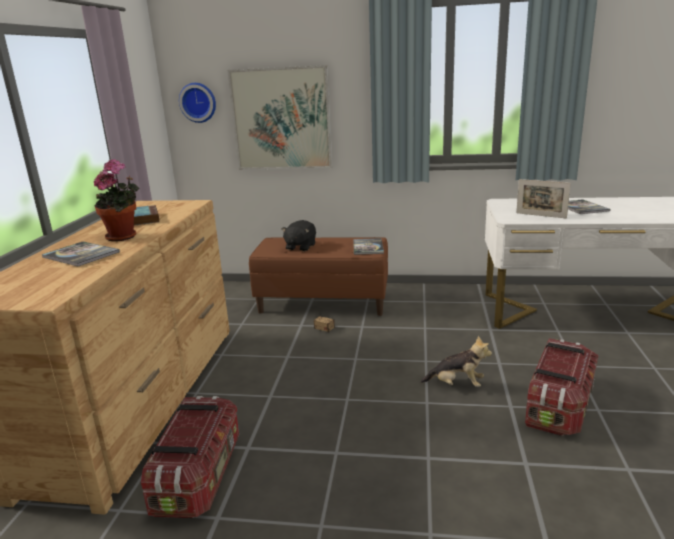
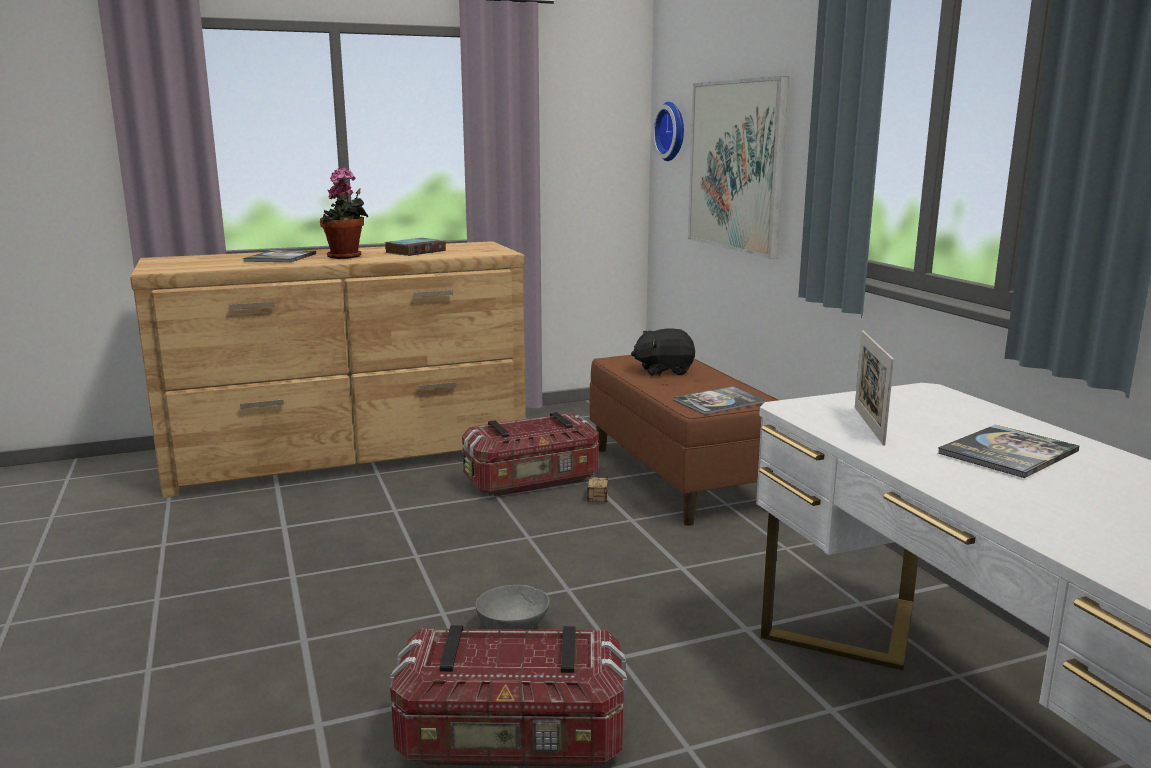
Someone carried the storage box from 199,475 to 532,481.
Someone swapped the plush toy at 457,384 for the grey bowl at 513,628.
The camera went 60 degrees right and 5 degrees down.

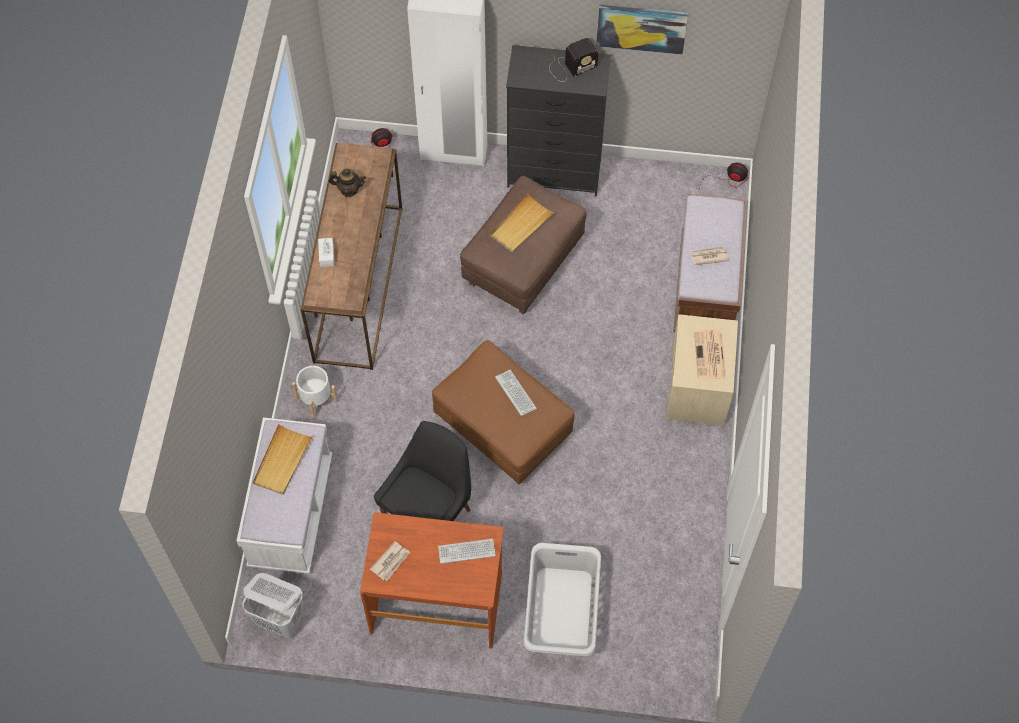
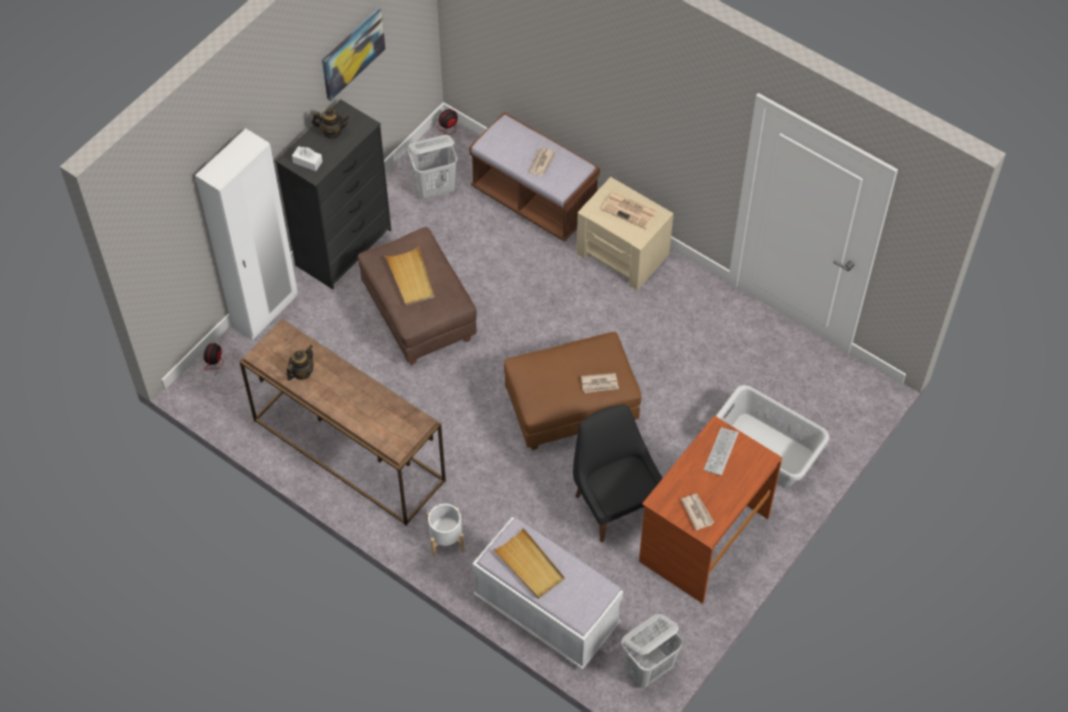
Someone carried the white tissue box from 326,255 to 307,162.
Someone swapped the radio at 571,67 for the teapot at 332,132.
Someone put down the white laundry basket at 435,188.
Someone put down the newspaper at 600,384.
Someone took away the keyboard at 515,393.
The camera went 60 degrees left and 5 degrees down.

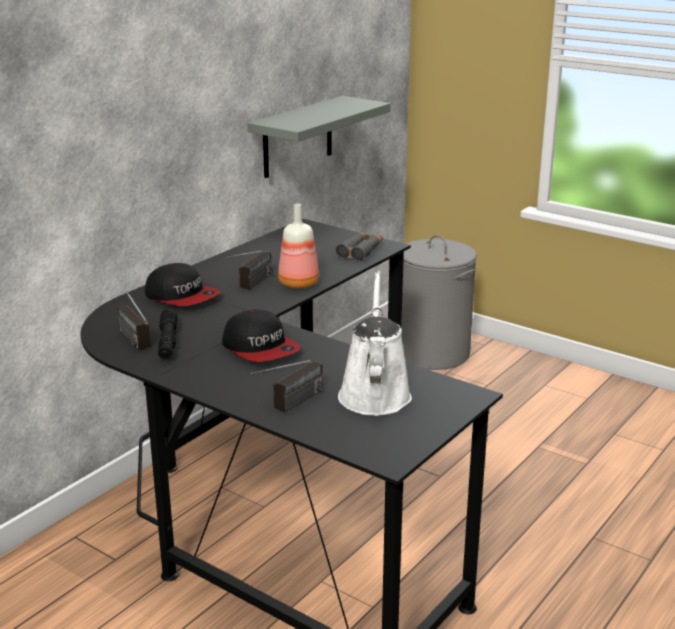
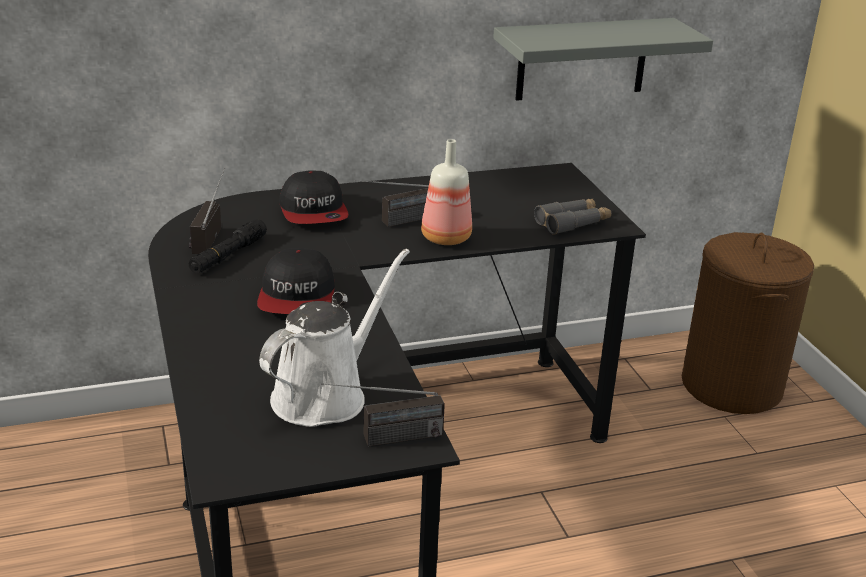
Someone carried the radio from 289,406 to 383,440.
Someone repainted the grey laundry basket at 432,353, which became the brown laundry basket at 731,385.
The camera went 35 degrees right and 5 degrees up.

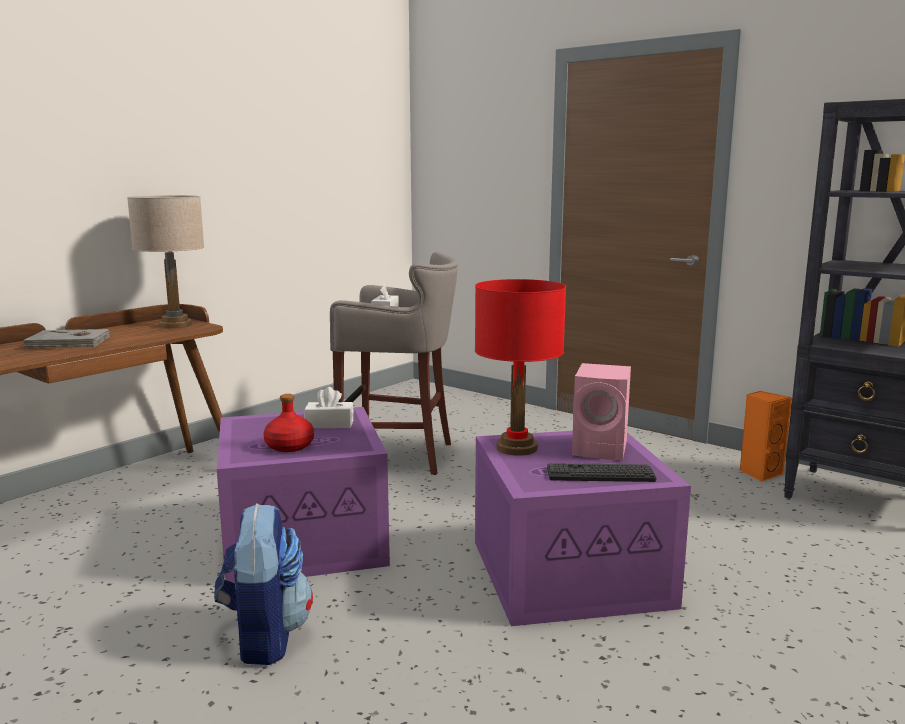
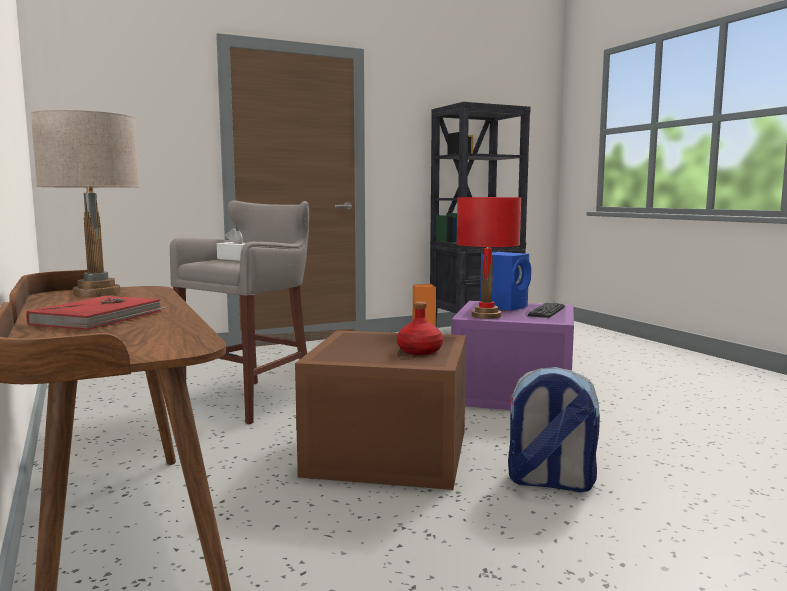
Someone repainted the grey book at 68,343, which became the red book at 100,318.
Someone repainted the purple storage box at 306,538, which became the brown storage box at 386,451.
Someone repainted the pink speaker at 602,449, which became the blue speaker at 505,306.
Someone took away the white tissue box at 329,424.
The camera went 65 degrees left and 5 degrees down.

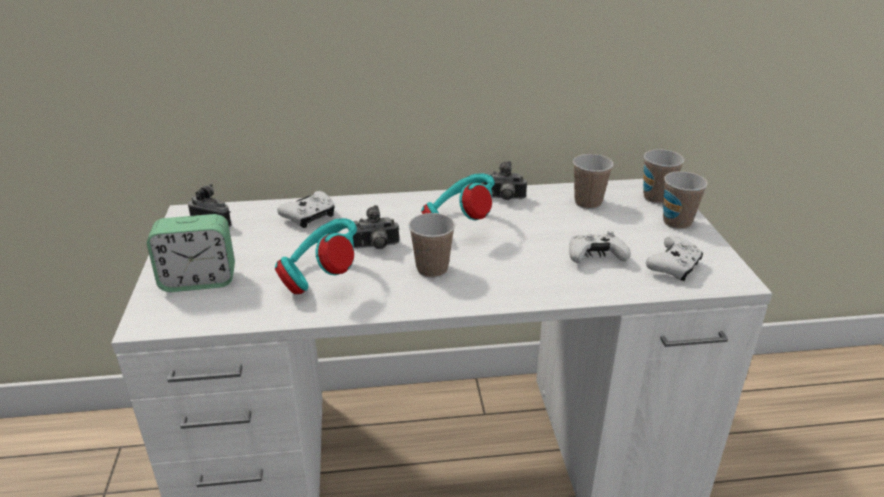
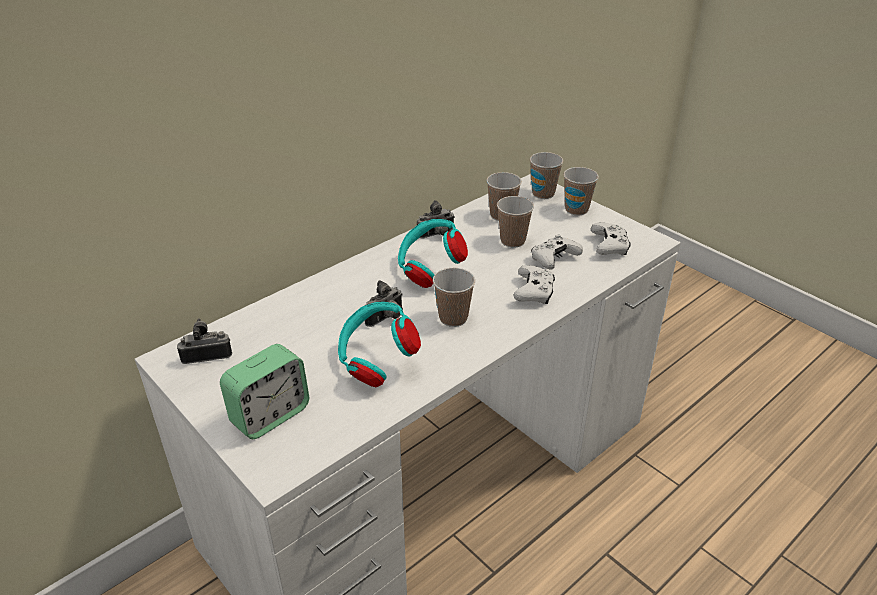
Someone put down the cup at 512,241.
Someone carried the white game controller from 310,217 to 534,292.
The camera went 35 degrees left and 5 degrees up.

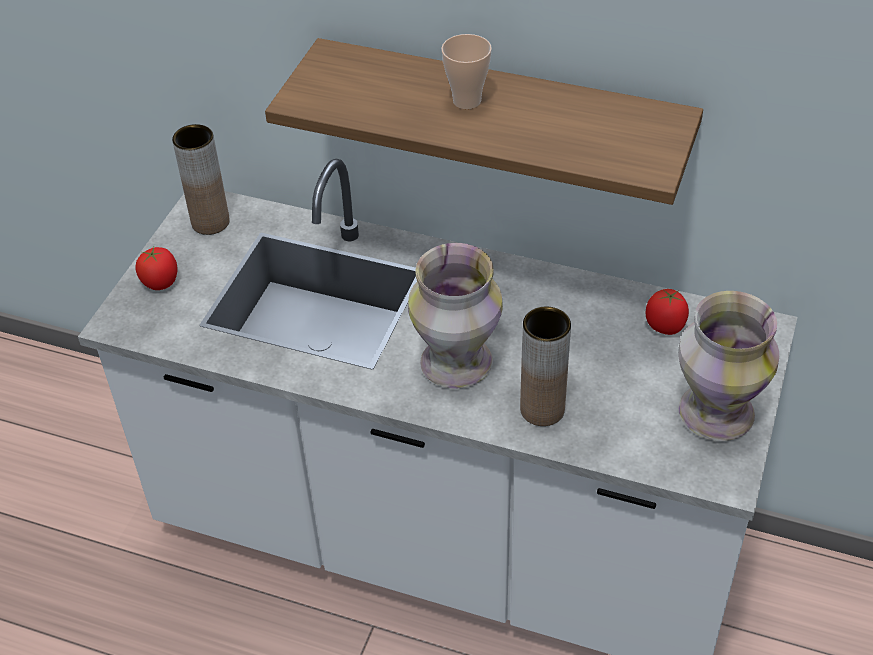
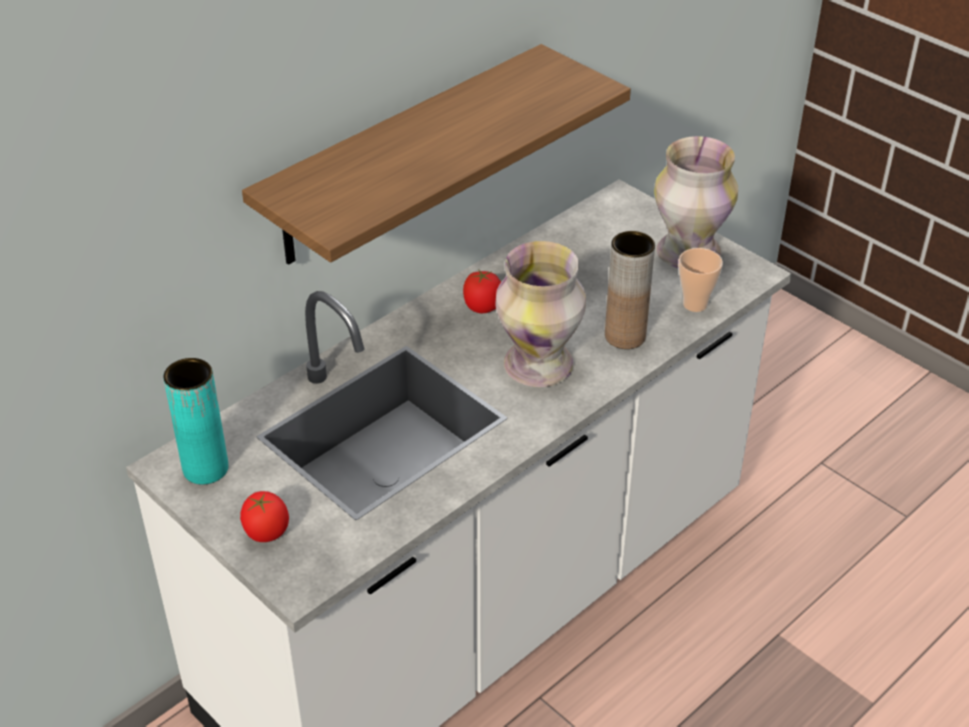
Someone repainted the brown vase at 210,222, which became the turquoise vase at 205,468.
Someone carried the tomato from 665,326 to 483,307.
Someone carried the cup from 467,101 to 695,304.
The camera went 65 degrees left and 5 degrees down.

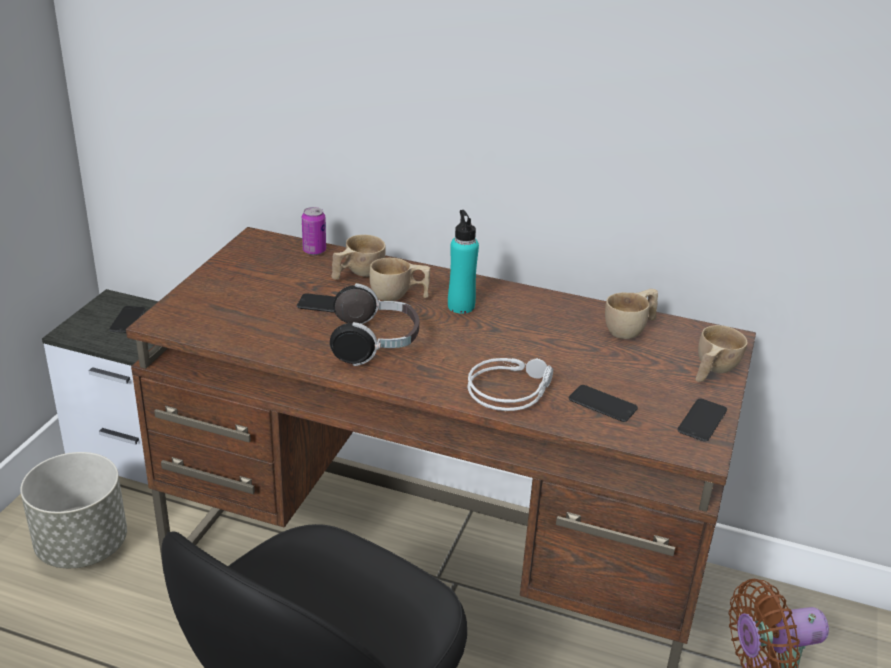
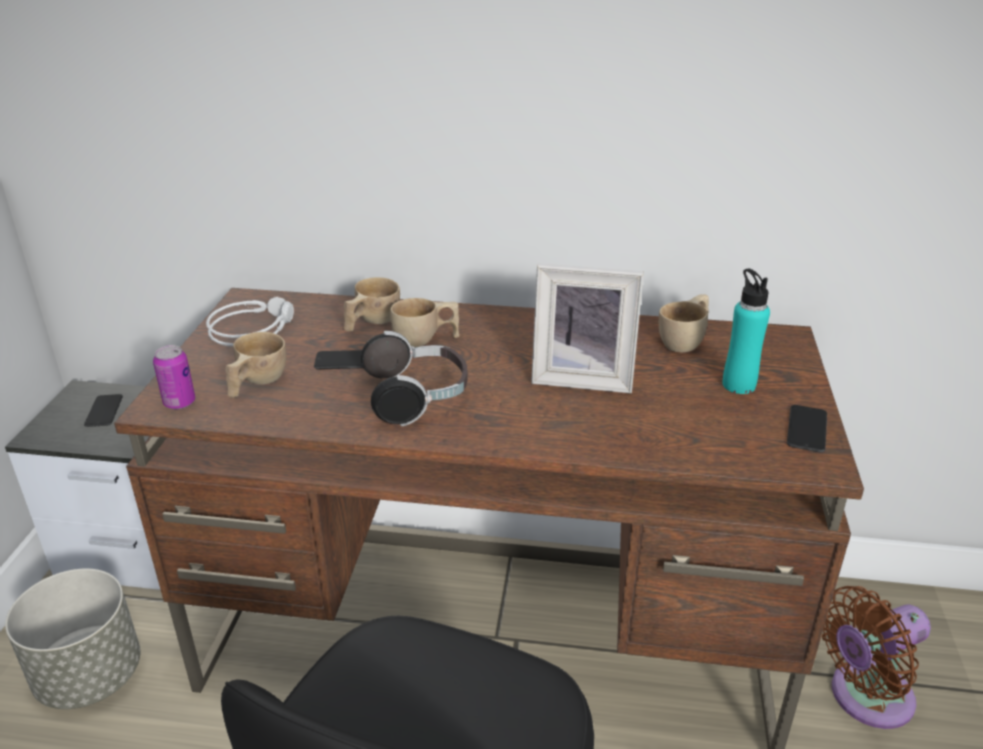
Someone carried the can from 314,251 to 179,402.
Someone carried the grey headphones from 510,389 to 252,328.
Someone carried the beige cup from 712,371 to 256,383.
Someone put down the picture frame at 583,377.
Someone carried the turquoise bottle from 461,306 to 738,384.
Someone took away the phone at 602,404.
The camera went 10 degrees left and 0 degrees up.

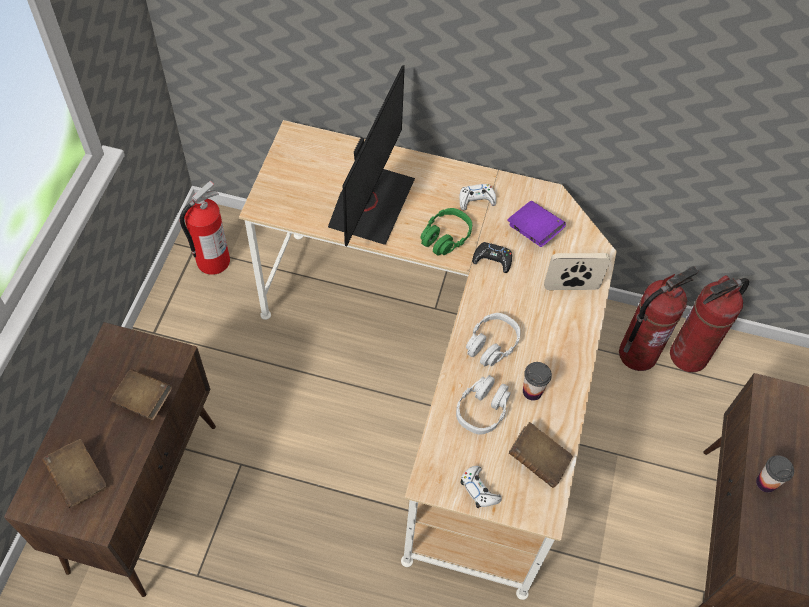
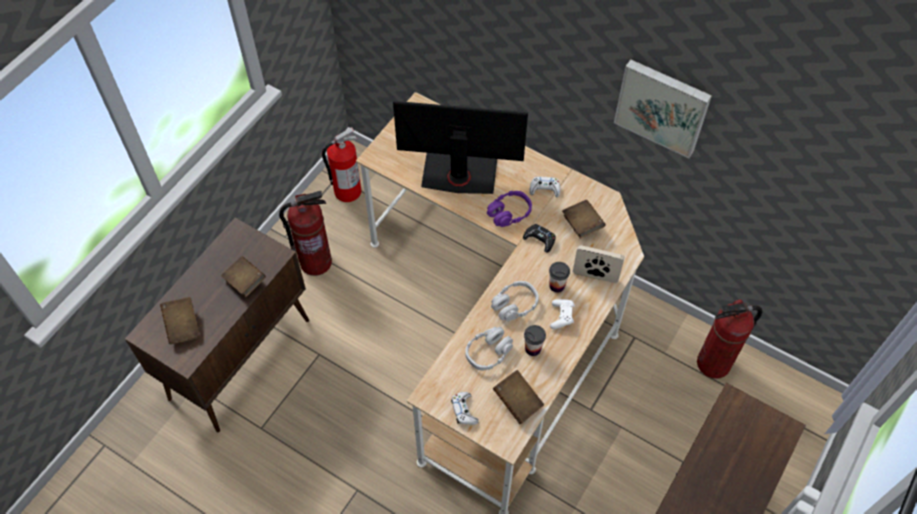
Someone carried the fire extinguisher from 637,354 to 315,262.
Someone rotated the monitor at 370,203 by 120 degrees counterclockwise.
Someone repainted the green headphones at 445,237, which became the purple headphones at 509,213.
Someone carried the cup from 766,483 to 557,286.
Someone put down the white game controller at 562,316.
Someone repainted the purple book at 534,231, which became the brown book at 582,225.
Someone put up the picture at 662,106.
The camera went 20 degrees right and 0 degrees up.

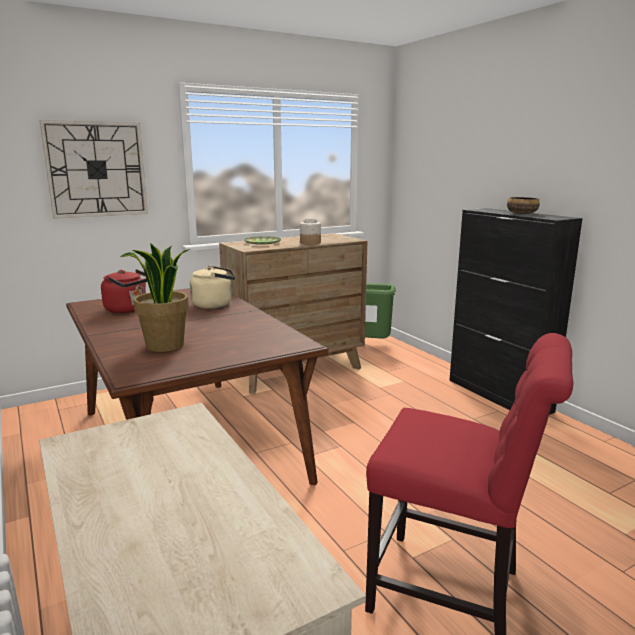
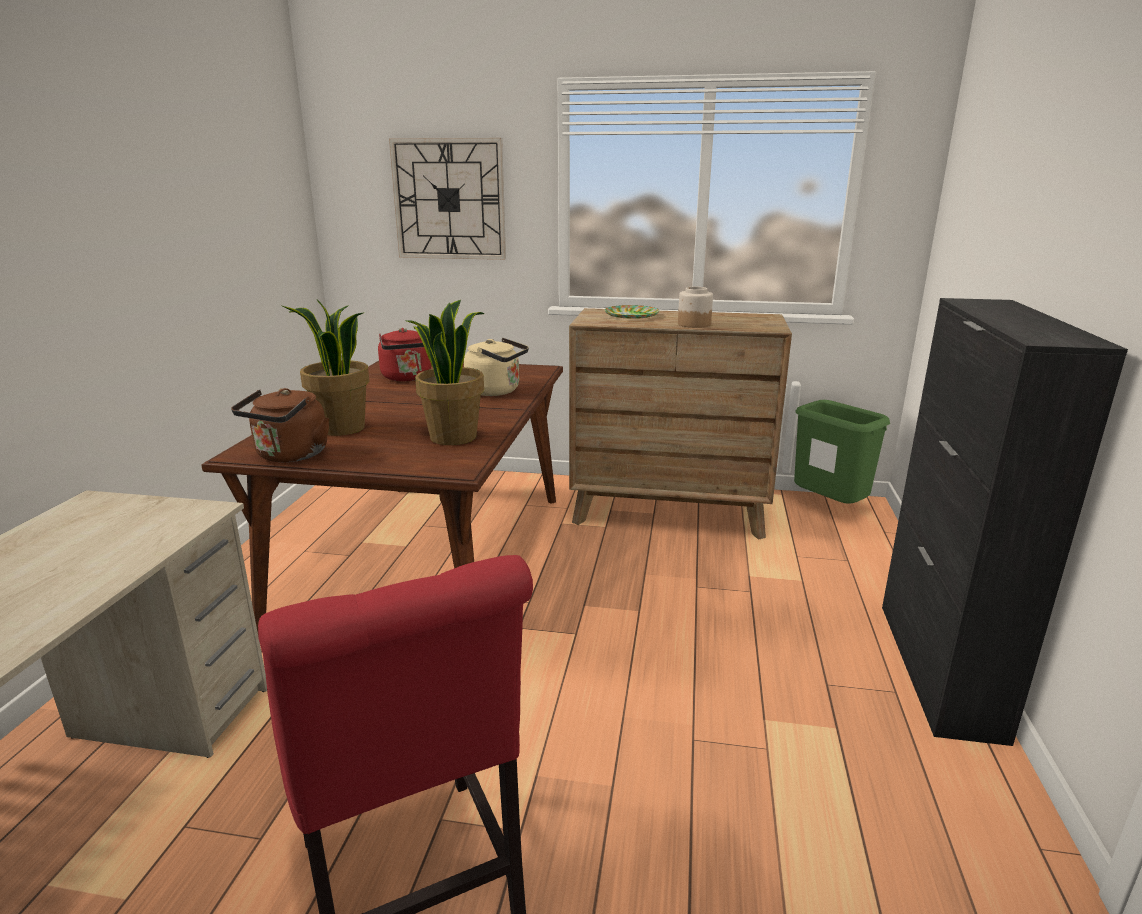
Someone put down the brown kettle at 290,456.
Someone put down the potted plant at 452,437.
Someone took away the bowl at 521,213.
The camera went 40 degrees right and 5 degrees up.

